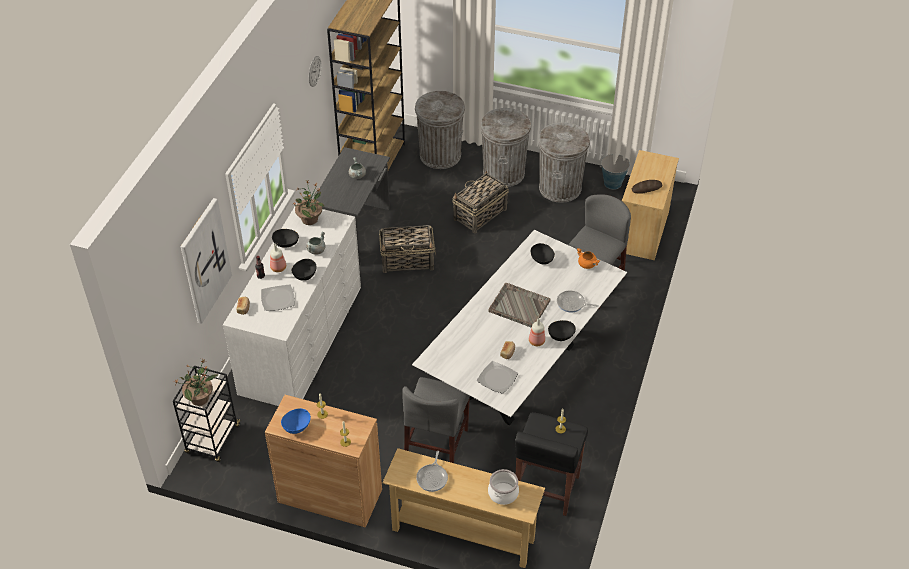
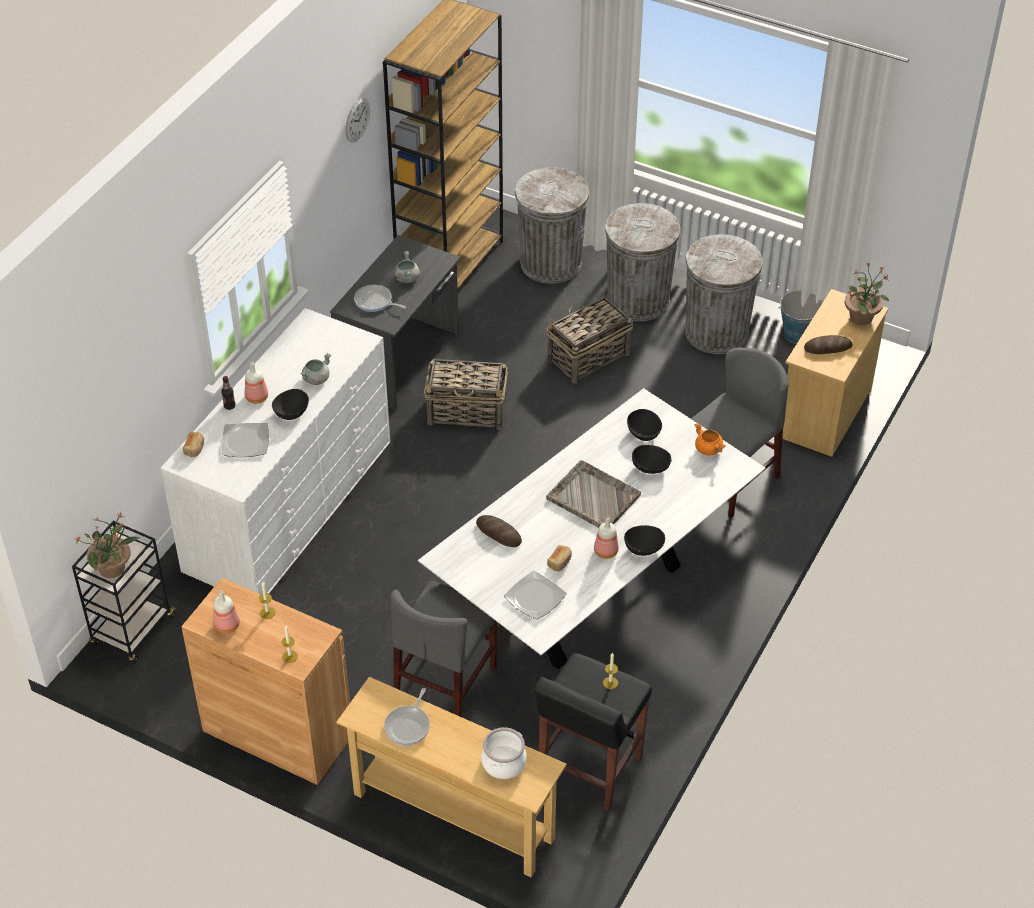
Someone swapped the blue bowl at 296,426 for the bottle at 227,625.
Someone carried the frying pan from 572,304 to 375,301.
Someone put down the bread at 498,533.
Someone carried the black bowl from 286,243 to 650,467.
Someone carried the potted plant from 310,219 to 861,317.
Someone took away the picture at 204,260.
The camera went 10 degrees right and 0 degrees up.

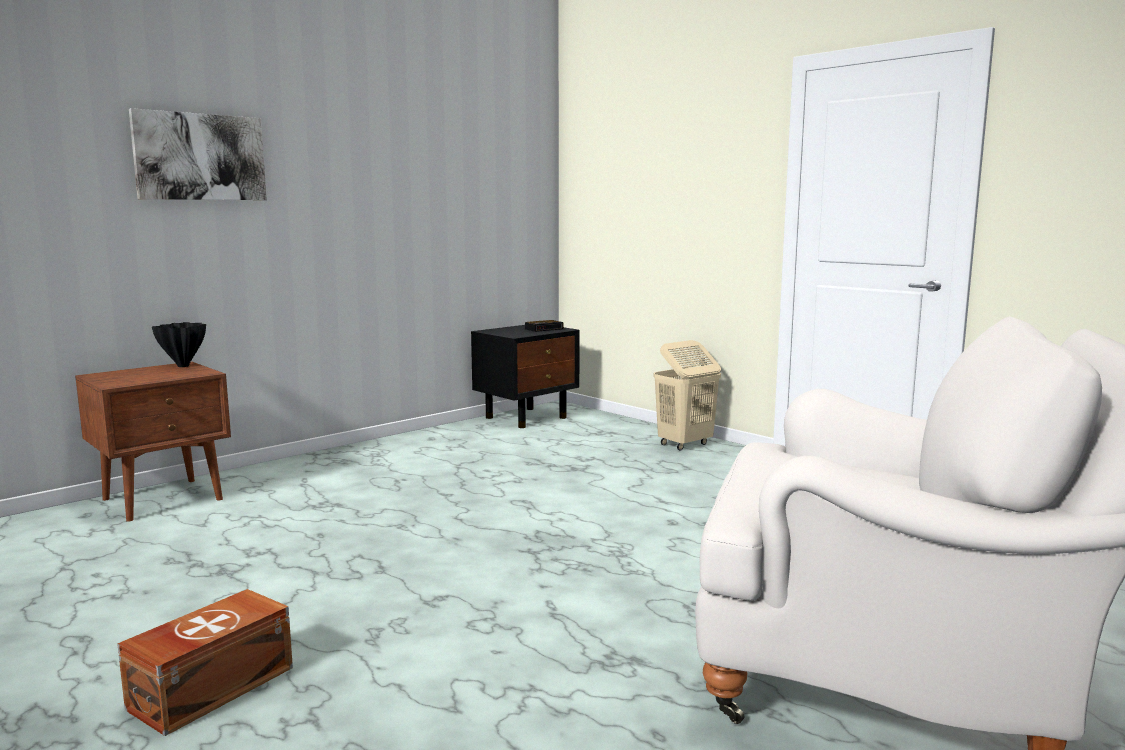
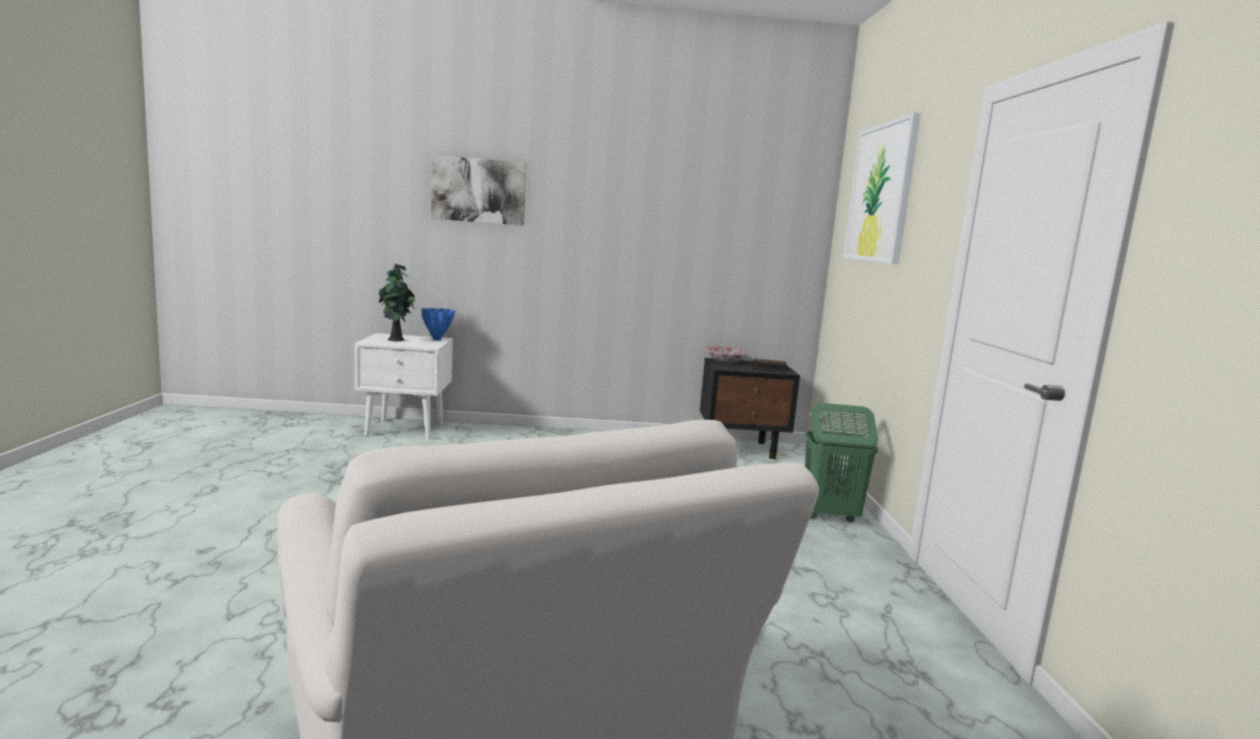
Someone repainted the brown nightstand at 165,499, which became the white nightstand at 406,429.
Someone put down the potted plant at 397,340.
Someone repainted the black vase at 184,366, which became the blue vase at 437,339.
Someone put down the bowl at 726,361.
Someone repainted the beige laundry basket at 684,444, which became the green laundry basket at 829,515.
Someone put up the picture at 881,193.
Someone took away the brown storage box at 209,688.
The camera went 40 degrees right and 0 degrees up.

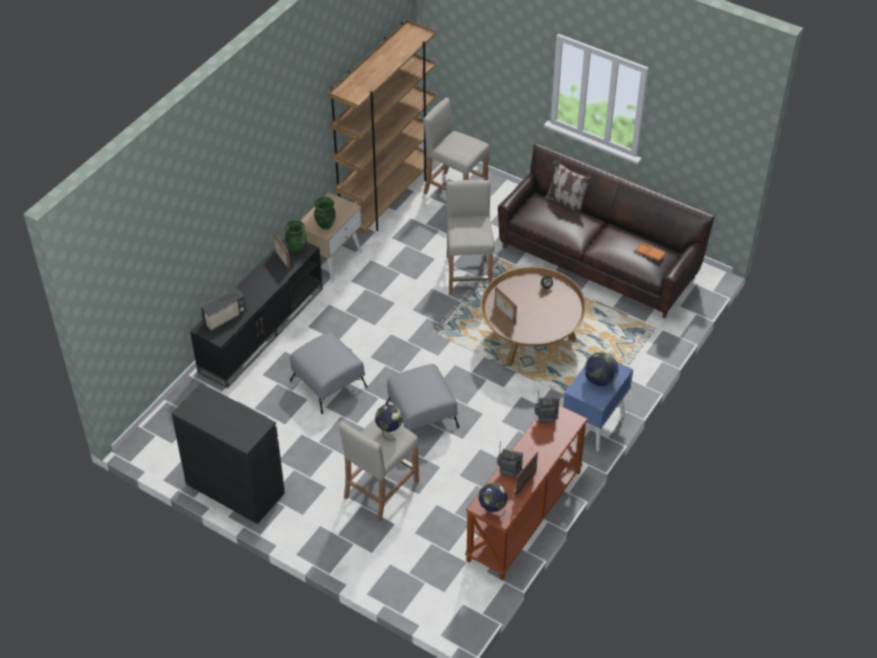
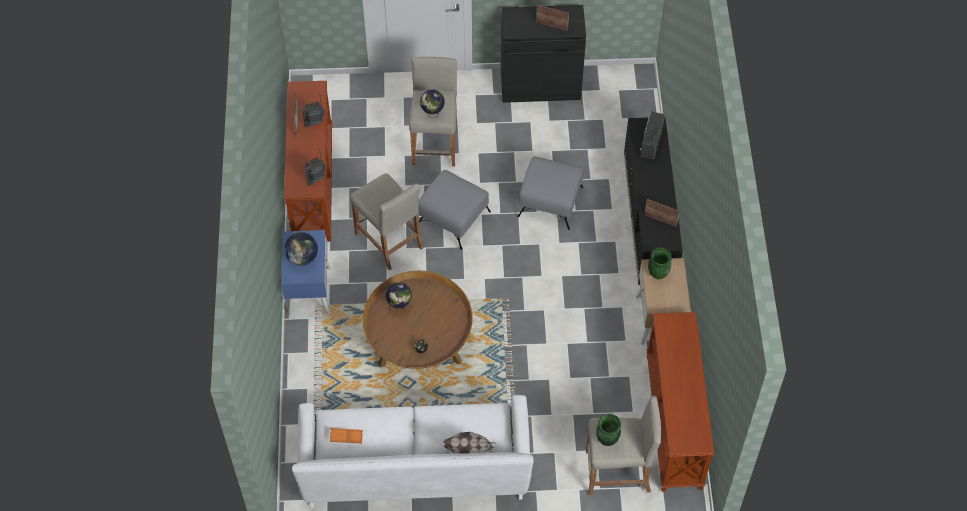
Someone repainted the brown sofa at 598,262, which became the white sofa at 415,468.
Someone carried the beige stool from 468,274 to 389,240.
Someone carried the globe from 492,510 to 399,305.
Someone carried the picture frame from 504,314 to 552,26.
Someone carried the green vase from 297,248 to 607,439.
Someone swapped the brown bookcase at 387,198 for the brown console table at 675,421.
The camera went 145 degrees right and 10 degrees up.

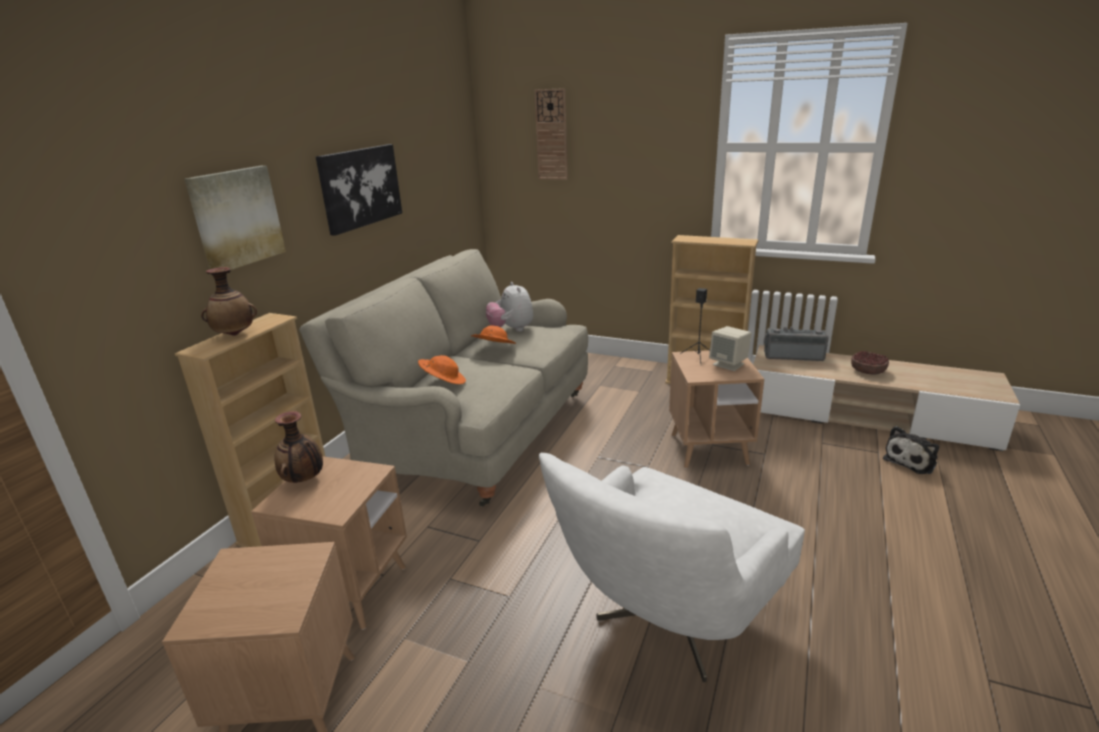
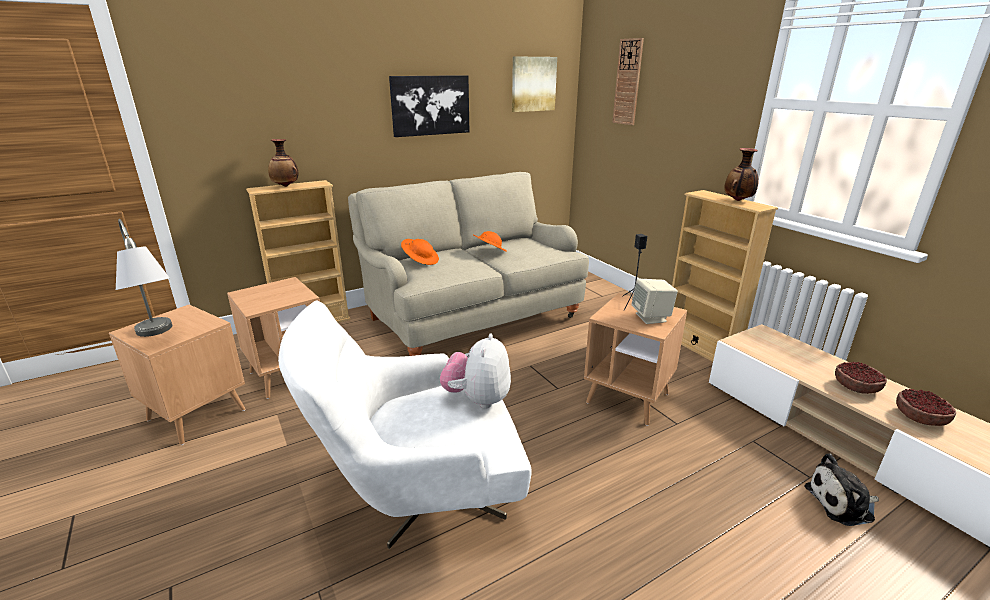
Someone put down the grey table lamp at 158,337.
Someone carried the plush toy from 511,329 to 478,399.
Someone carried the picture from 236,218 to 533,84.
Someone carried the vase from 304,480 to 738,200.
Someone put down the bowl at 920,417.
Someone took away the radio at 793,355.
The camera went 35 degrees right and 0 degrees up.

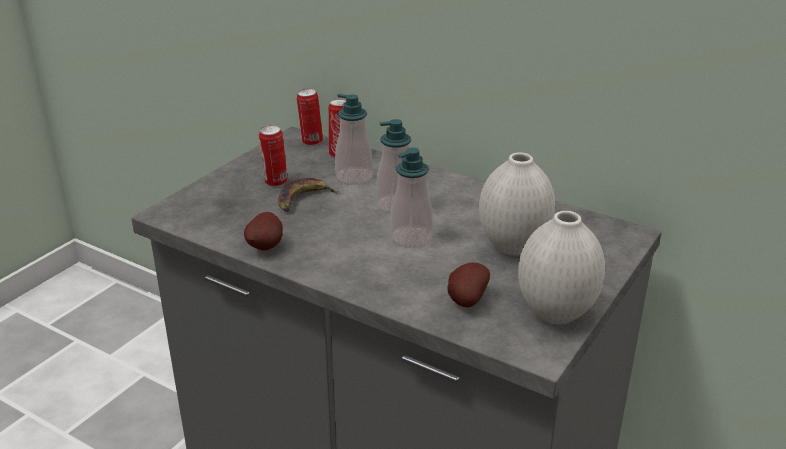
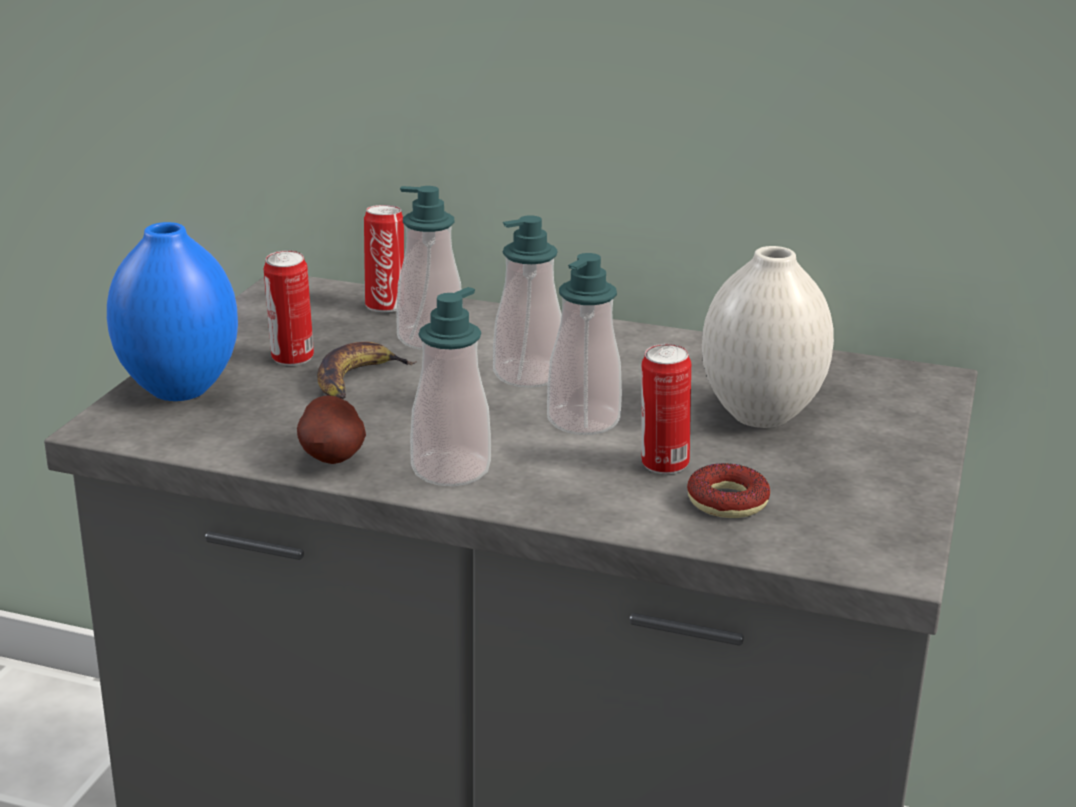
Someone put down the blue vase at 178,389.
Someone put down the soap dispenser at 450,470.
Someone carried the can from 311,142 to 662,465.
Someone swapped the potato at 465,300 for the donut at 727,501.
Someone took away the white vase at 555,313.
The camera went 15 degrees left and 5 degrees down.

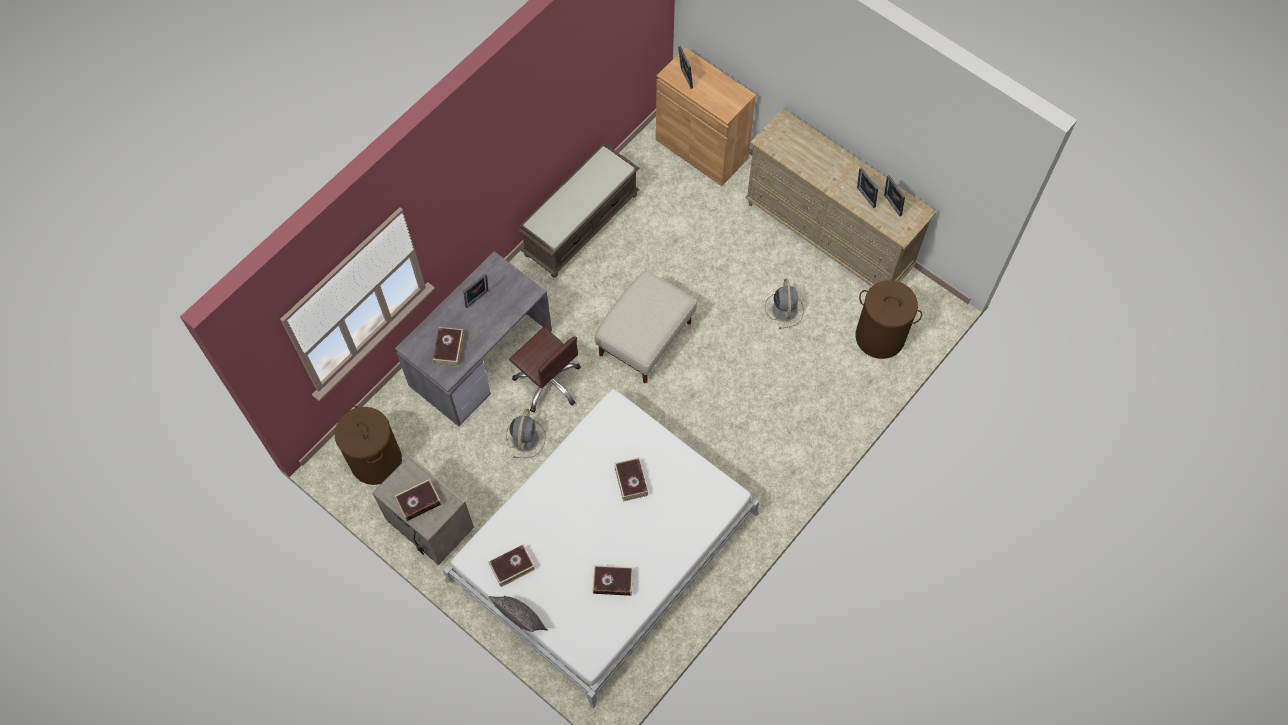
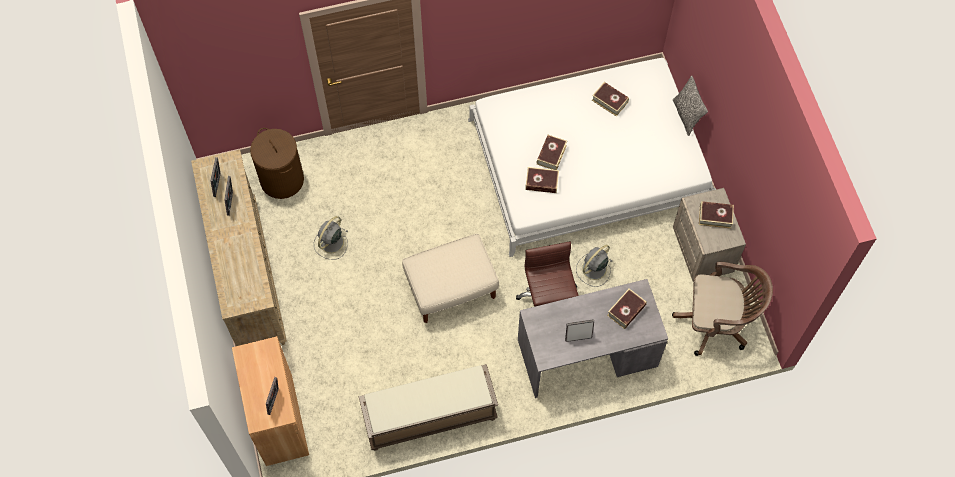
Someone carried the book from 512,567 to 541,182.
Someone swapped the brown laundry basket at 375,461 for the brown office chair at 716,322.
The camera went 145 degrees left and 0 degrees up.

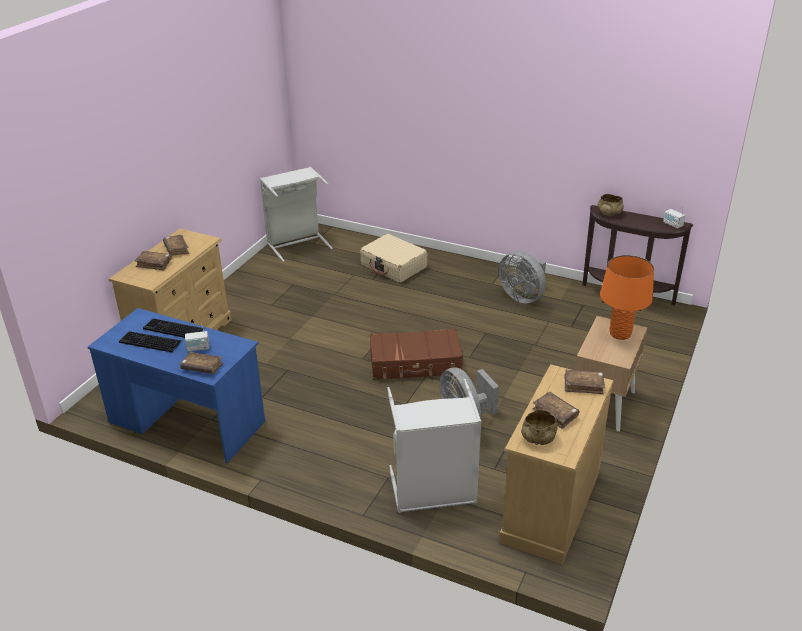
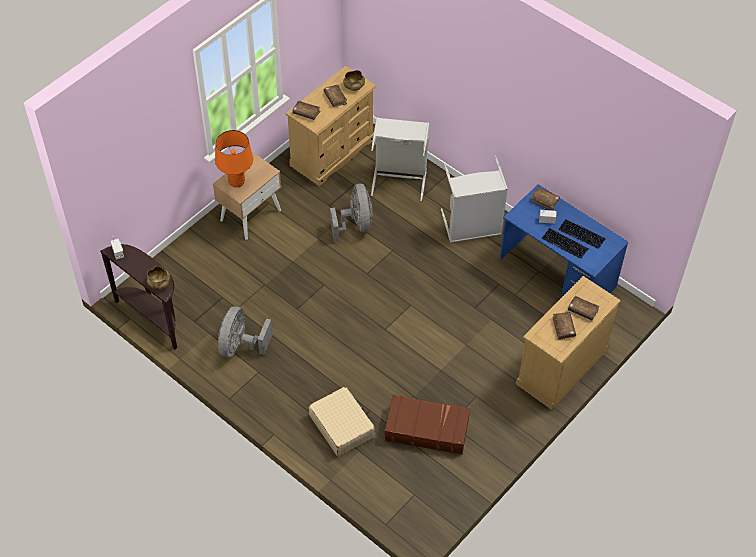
Someone rotated the grey fan at 522,296 by 135 degrees counterclockwise.
Someone carried the brown suitcase from 415,363 to 426,429.
Someone carried the grey laundry basket from 297,243 to 472,227.
The camera went 165 degrees left and 20 degrees up.

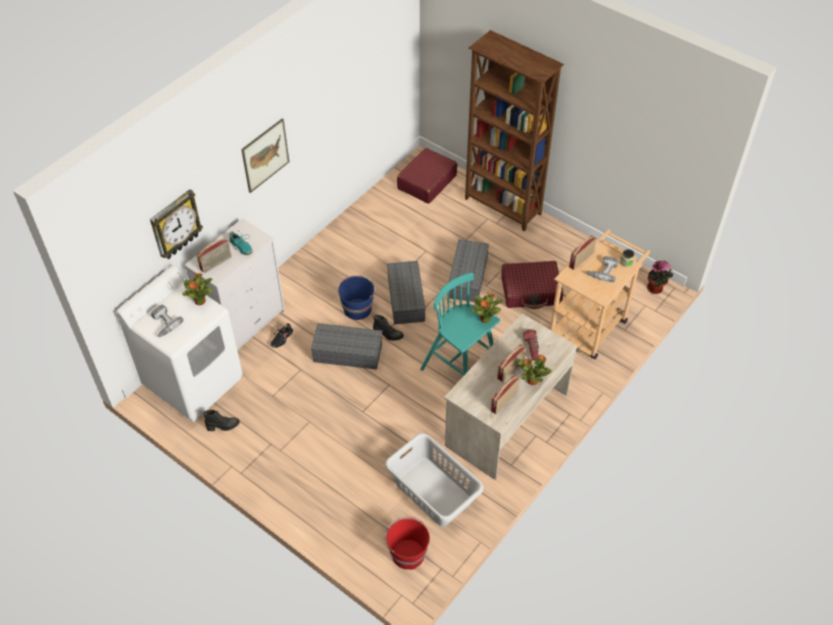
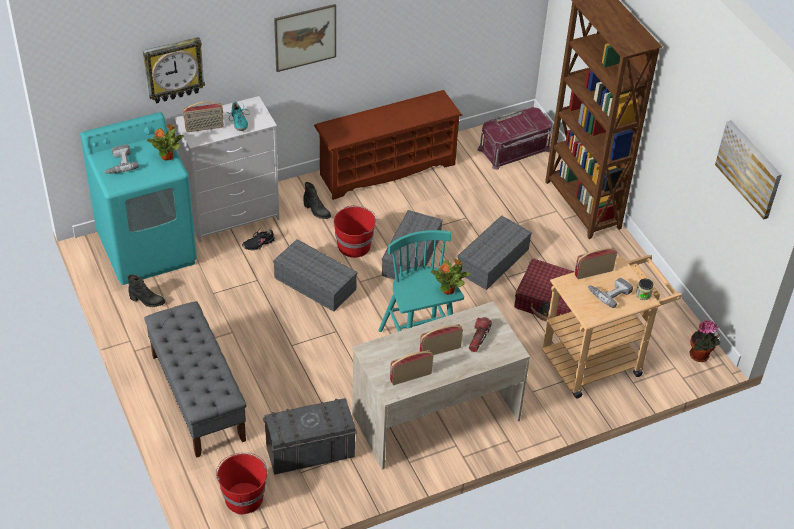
Someone repainted the white washing machine at 194,381, which became the turquoise washing machine at 147,248.
Someone put down the grey bench at 197,397.
Someone swapped the grey laundry basket at 433,492 for the grey storage box at 309,452.
Someone carried the black boot from 388,335 to 316,211.
Someone put down the brown shoe rack at 387,169.
Someone repainted the blue bucket at 357,308, which became the red bucket at 354,245.
Someone swapped the red suitcase at 426,182 for the red storage box at 514,150.
Someone put up the picture at 749,168.
Someone took away the potted plant at 532,381.
The camera went 25 degrees right and 5 degrees down.

